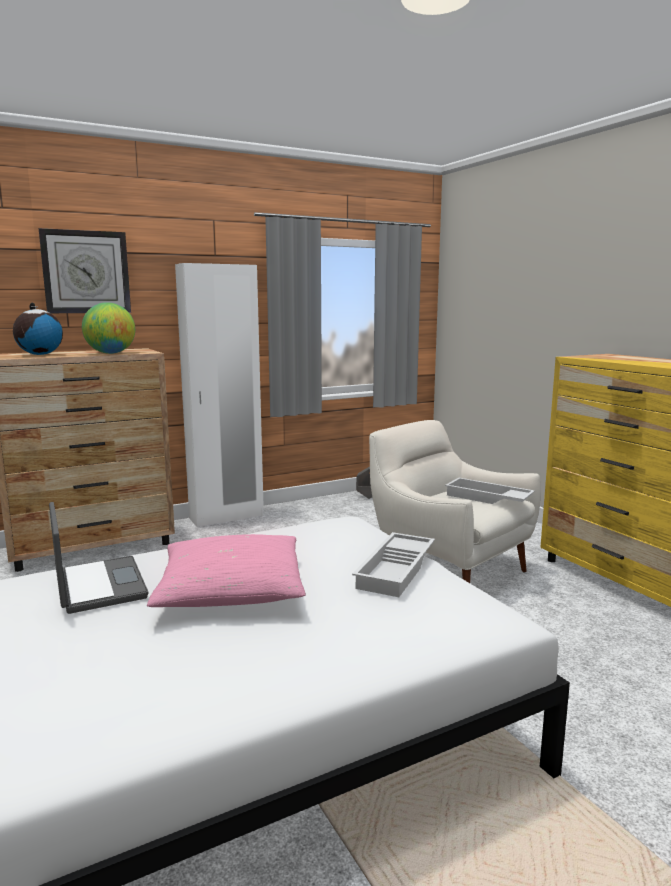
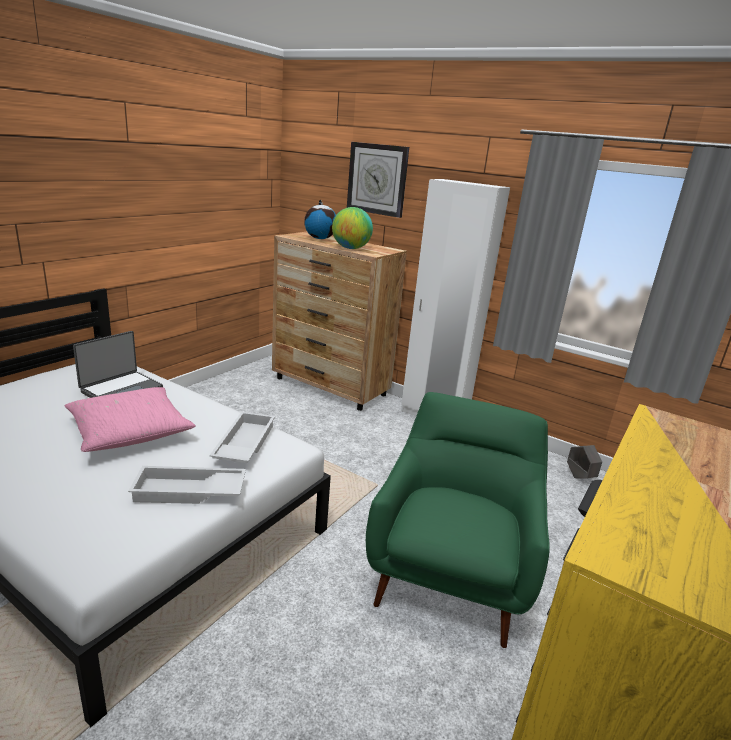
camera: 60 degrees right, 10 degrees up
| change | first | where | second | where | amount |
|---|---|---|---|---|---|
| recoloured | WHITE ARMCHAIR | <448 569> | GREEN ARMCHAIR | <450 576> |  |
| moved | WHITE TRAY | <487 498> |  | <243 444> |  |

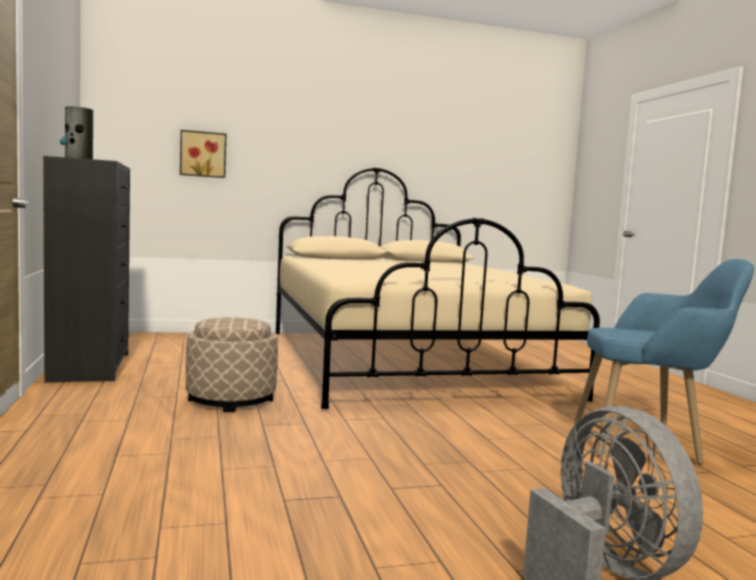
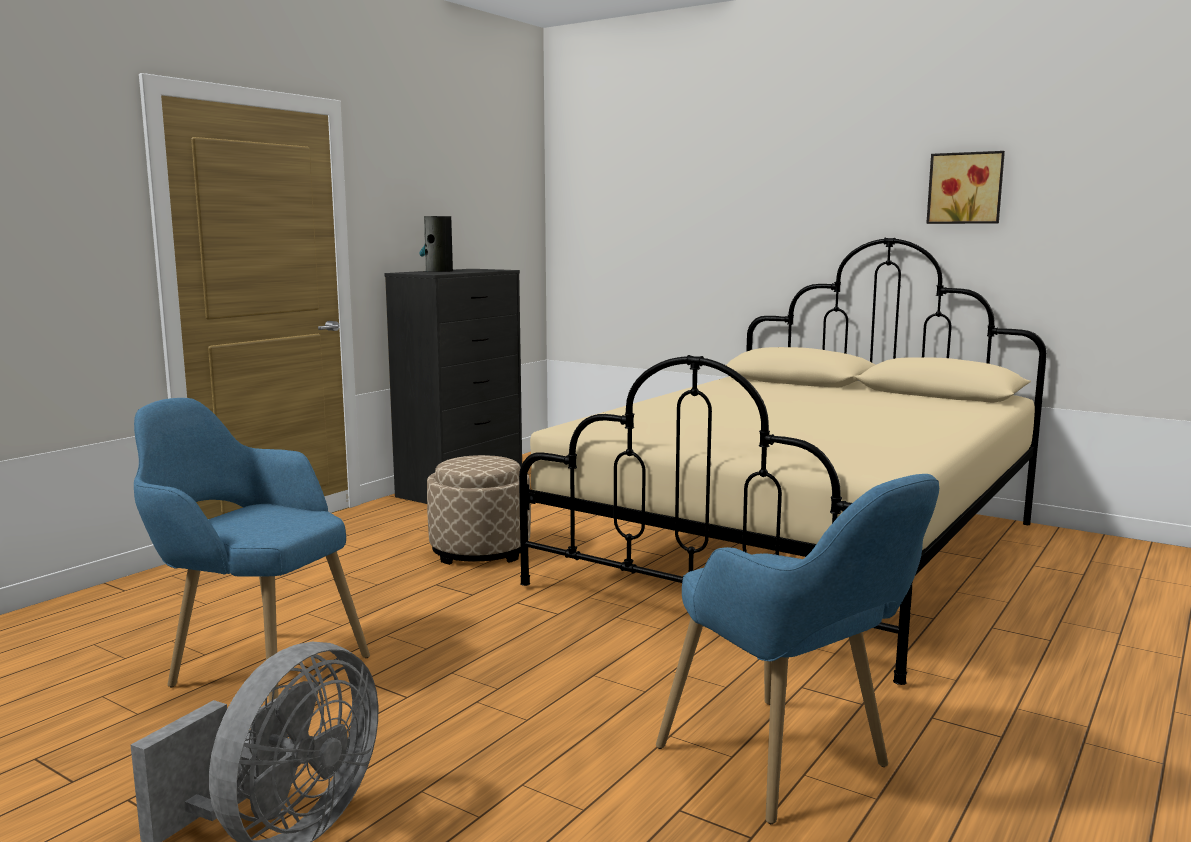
camera: 50 degrees right, 5 degrees up
| change | first | where | second | where | amount |
|---|---|---|---|---|---|
| moved | PICTURE | <203 154> |  | <965 188> |  |
| added |  |  | BLUE ARMCHAIR | <253 666> |  |

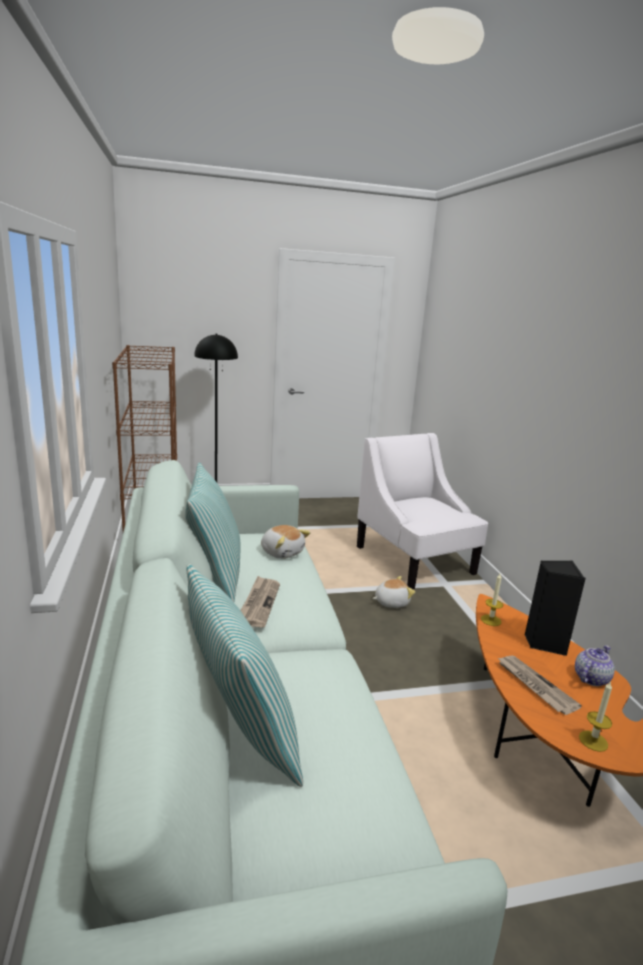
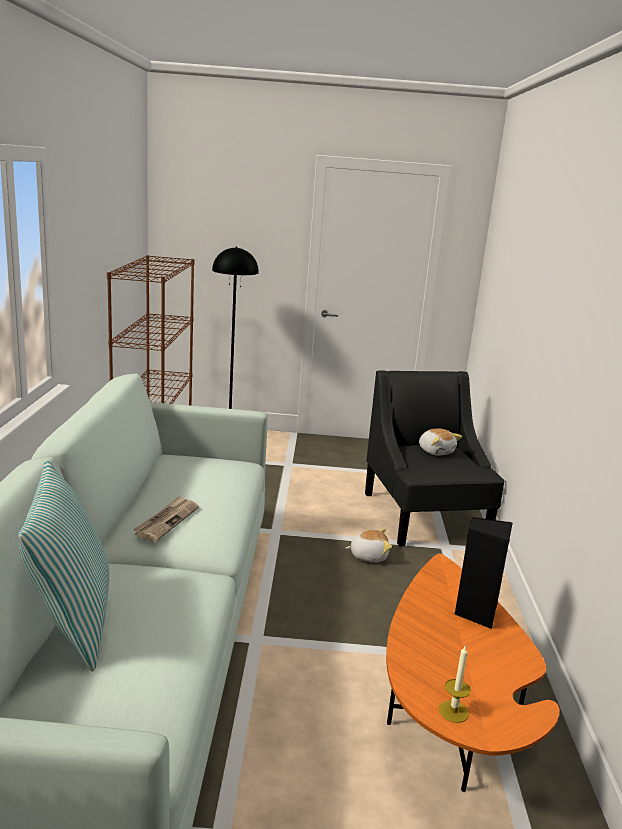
camera: 15 degrees right, 0 degrees up
| change | first | where | second | where | amount |
|---|---|---|---|---|---|
| recoloured | WHITE ARMCHAIR | <414 560> | BLACK ARMCHAIR | <424 516> |  |
| removed | PILLOW | <214 575> |  |  |  |
| moved | PLUSH TOY | <282 552> |  | <436 451> |  |
| removed | CANDLE | <491 620> |  |  |  |
| removed | TEAPOT | <590 678> |  |  |  |
| removed | NEWSPAPER | <534 685> |  |  |  |

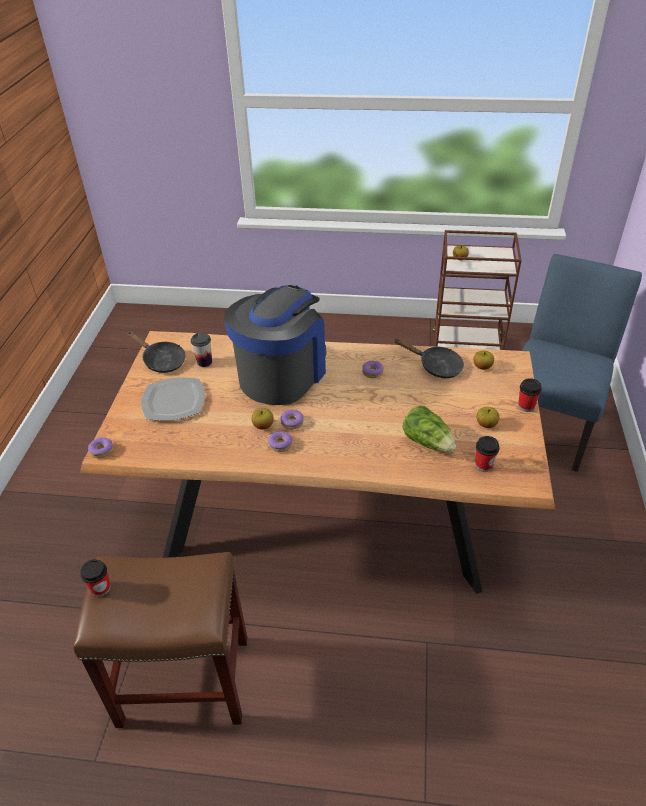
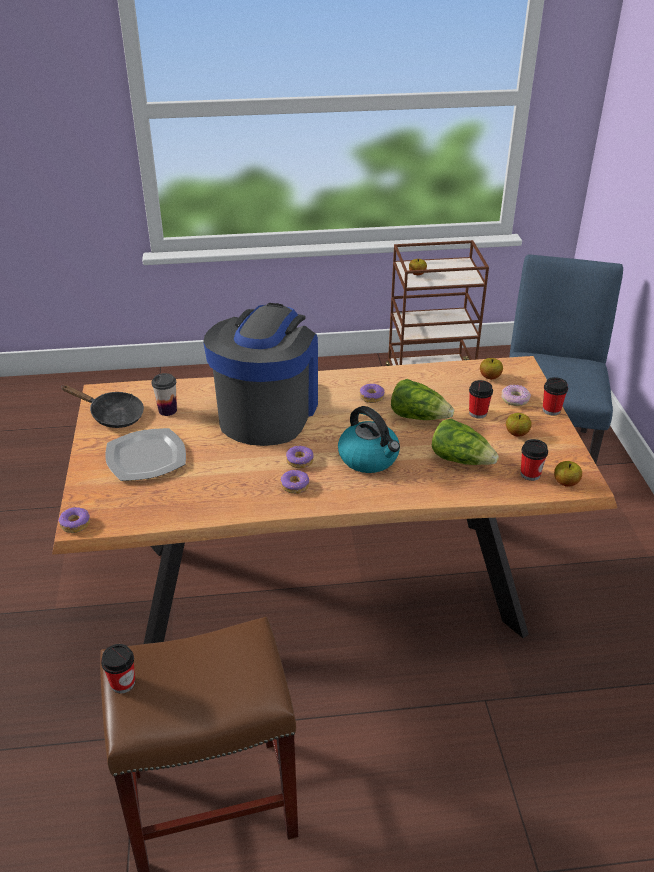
camera: 15 degrees left, 5 degrees down
| change | first | where | second | where | amount |
|---|---|---|---|---|---|
| removed | BLACK FRYING PAN | <436 366> |  |  |  |
| moved | APPLE | <263 426> |  | <566 483> |  |
| added |  |  | LETTUCE | <419 416> |  |
| added |  |  | CUP | <478 413> |  |
| added |  |  | DONUT | <515 399> |  |
| added |  |  | KETTLE | <369 458> |  |

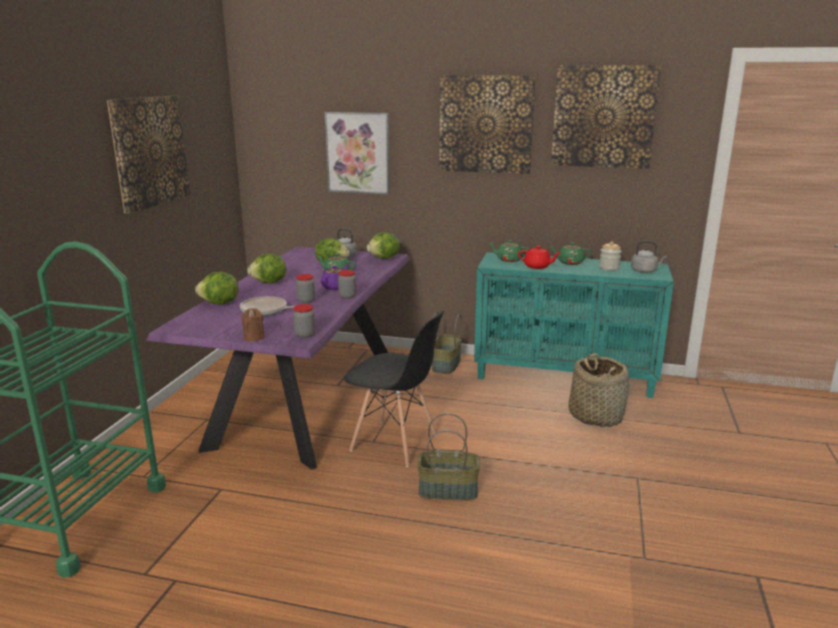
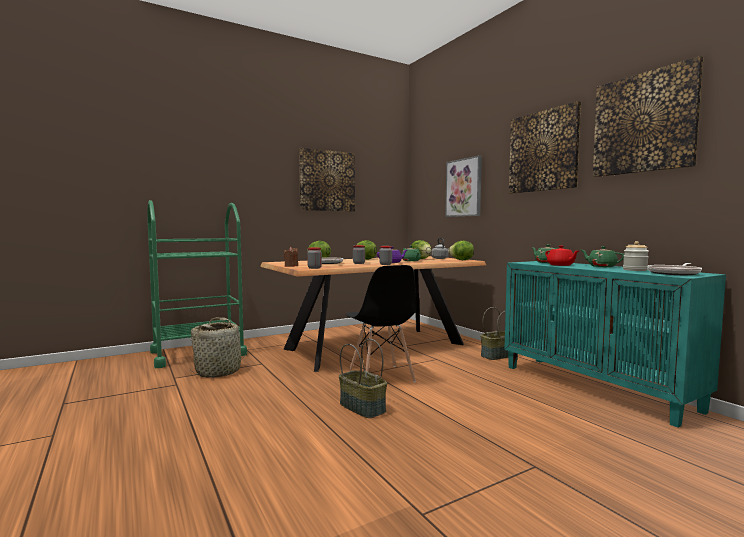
camera: 45 degrees right, 15 degrees down
| change | first | where | second | where | amount |
|---|---|---|---|---|---|
| replaced | GREY KETTLE | <645 271> | FRYING PAN | <674 273> |  |
| recoloured | PURPLE DINING TABLE | <307 399> | BROWN DINING TABLE | <375 346> |  |
| moved | BASKET | <595 415> |  | <218 371> |  |

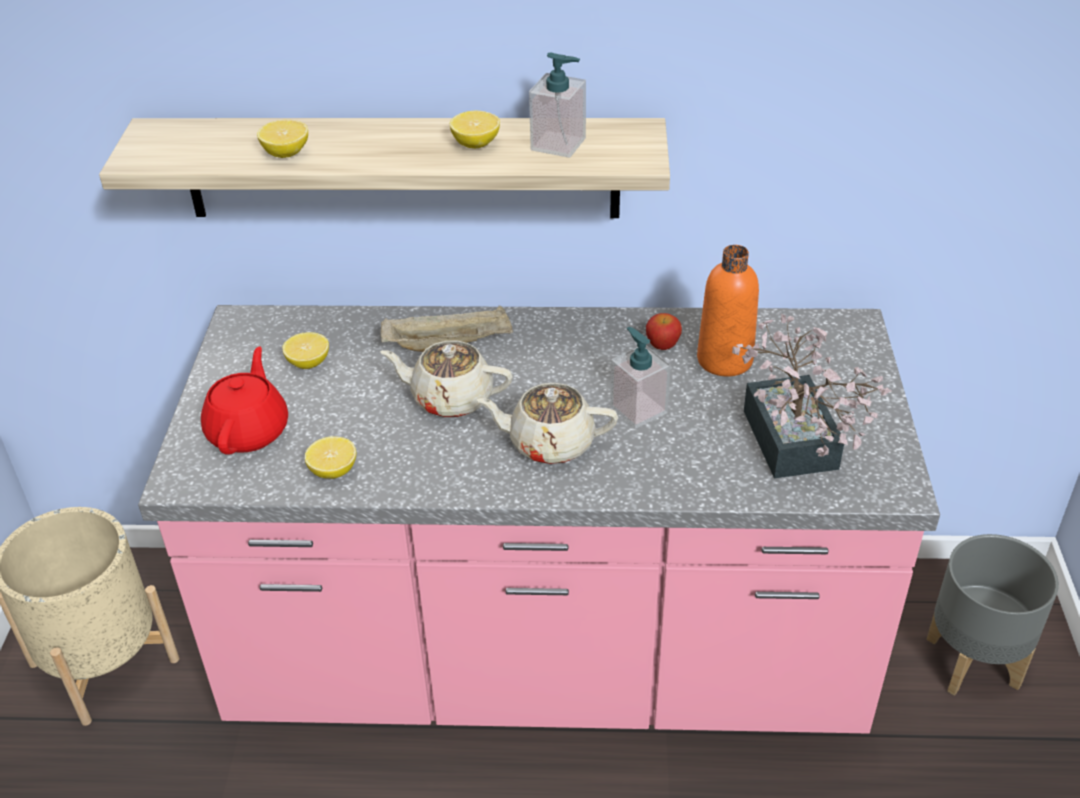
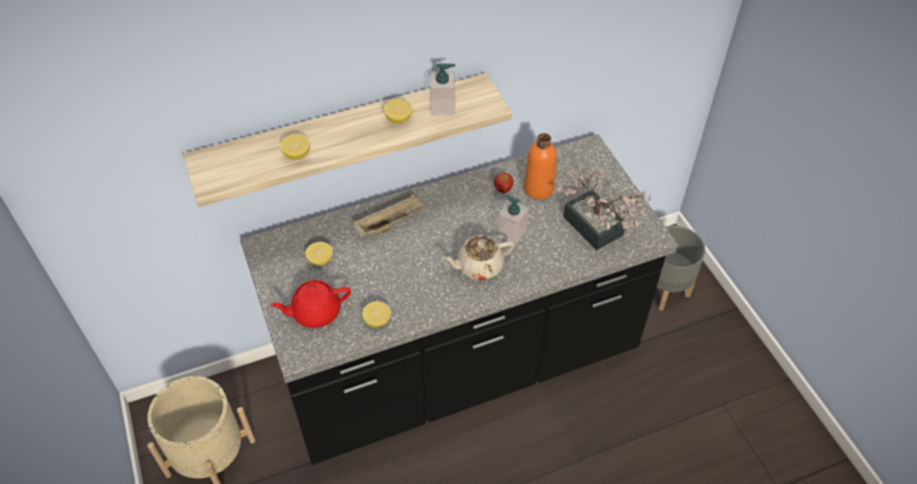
camera: 25 degrees left, 10 degrees up
| change | first | where | second | where | amount |
|---|---|---|---|---|---|
| recoloured | PINK COUNTER | <546 657> | BLACK COUNTER | <458 363> |  |
| removed | BEIGE TEAPOT | <450 398> |  |  |  |
| turned | RED TEAPOT | <249 431> |  | <315 312> | 90 degrees counterclockwise |

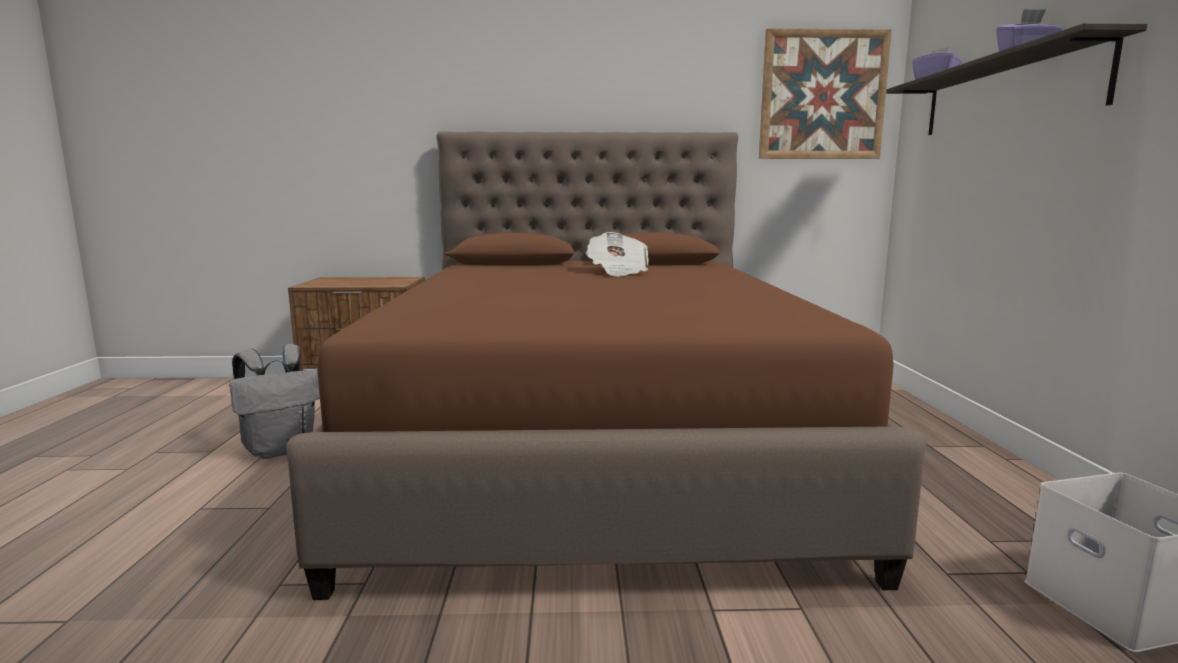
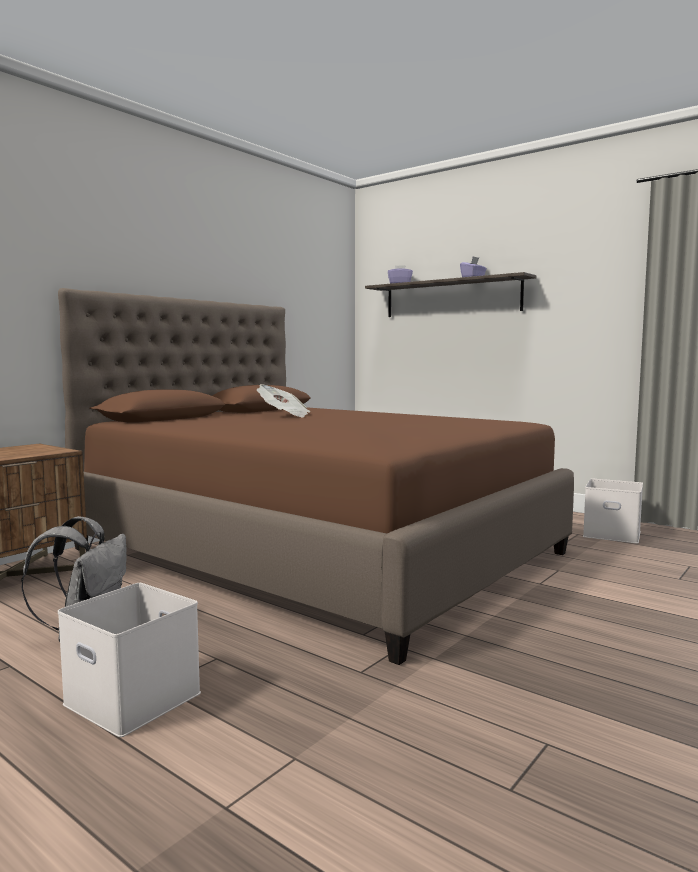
camera: 50 degrees left, 5 degrees down
| change | first | where | second | where | amount |
|---|---|---|---|---|---|
| removed | PICTURE | <822 95> |  |  |  |
| added |  |  | WHITE STORAGE BOX | <129 699> |  |

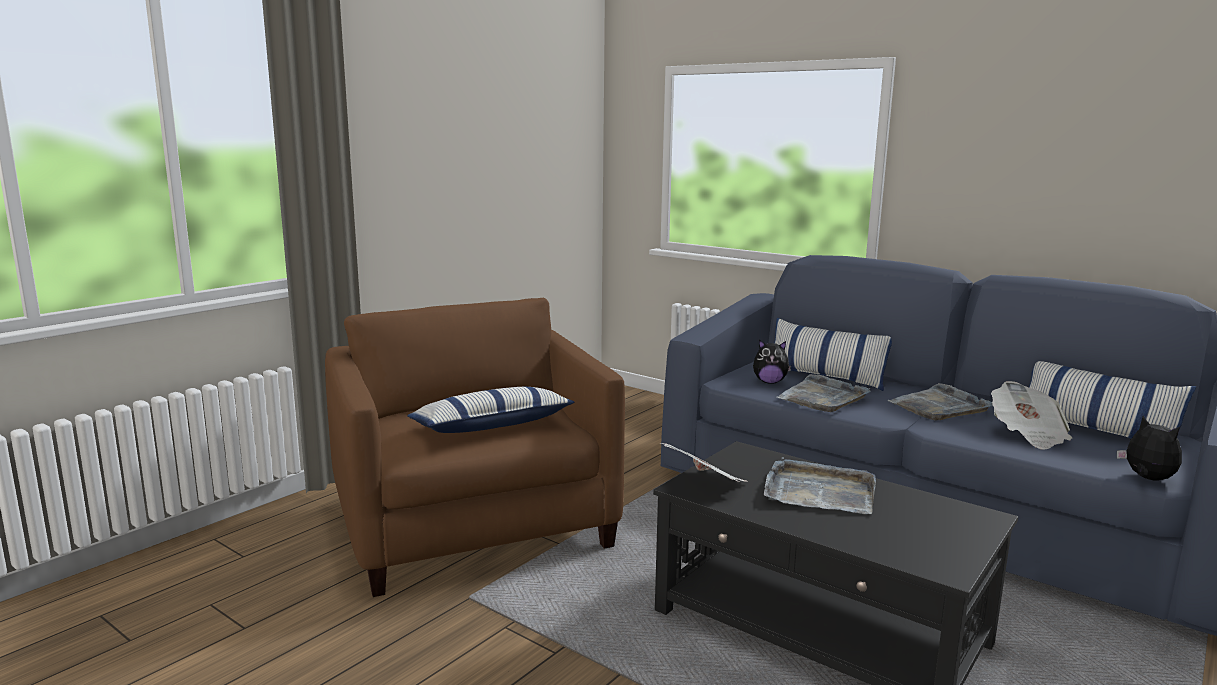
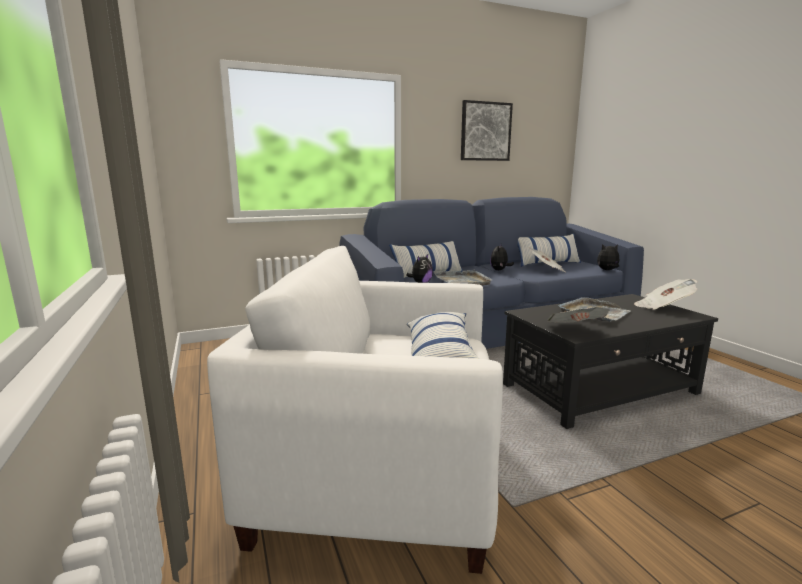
camera: 60 degrees left, 0 degrees up
| change | first | where | second | where | amount |
|---|---|---|---|---|---|
| recoloured | BROWN ARMCHAIR | <474 525> | WHITE ARMCHAIR | <381 471> |  |
| replaced | GREY TRAY | <939 406> | PLUSH TOY | <499 270> |  |
| added |  |  | PICTURE | <485 131> |  |
| added |  |  | NEWSPAPER | <663 307> |  |

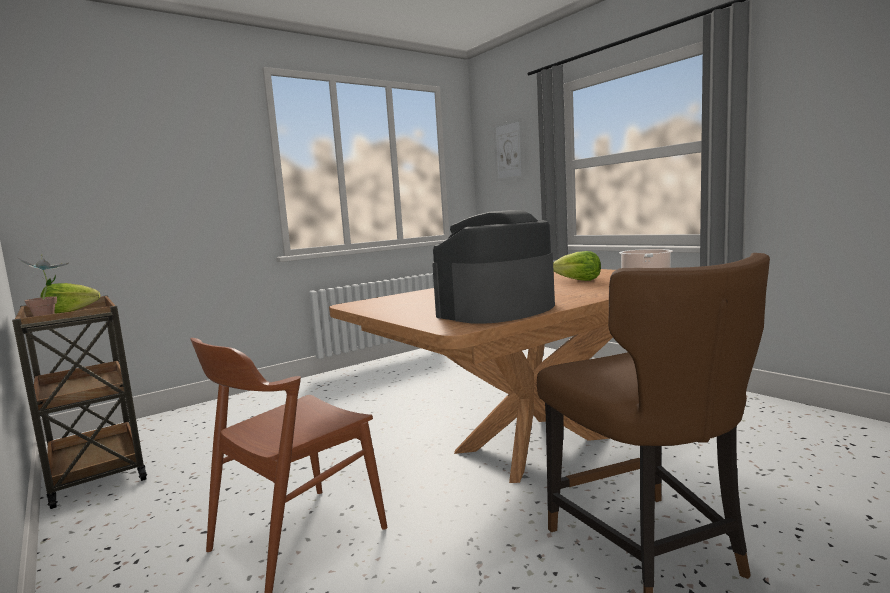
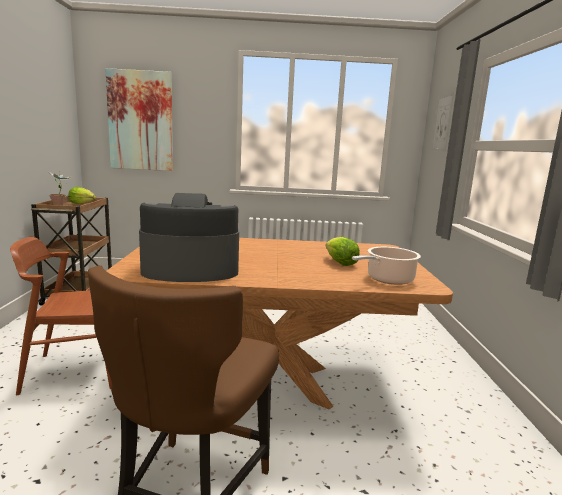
camera: 35 degrees right, 5 degrees up
| change | first | where | second | where | amount |
|---|---|---|---|---|---|
| added |  |  | PICTURE | <140 121> |  |

